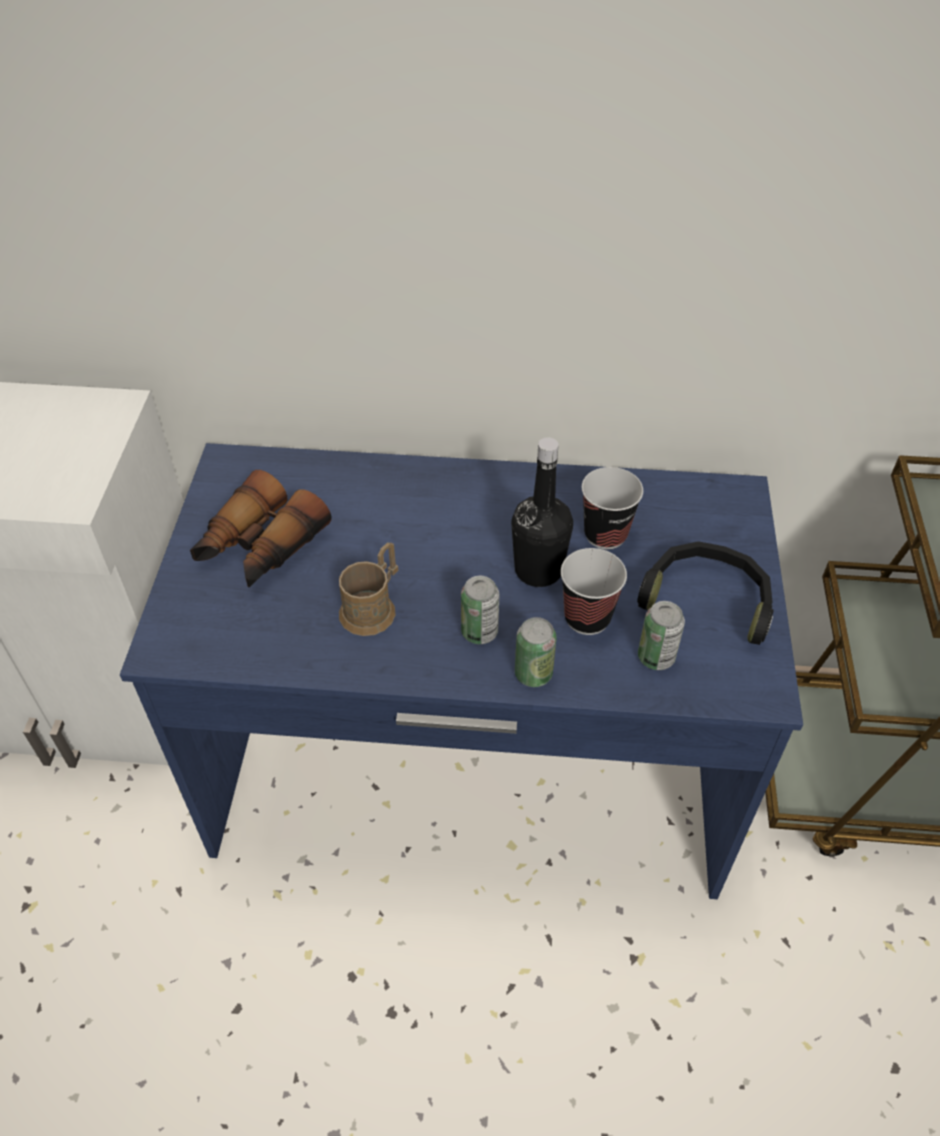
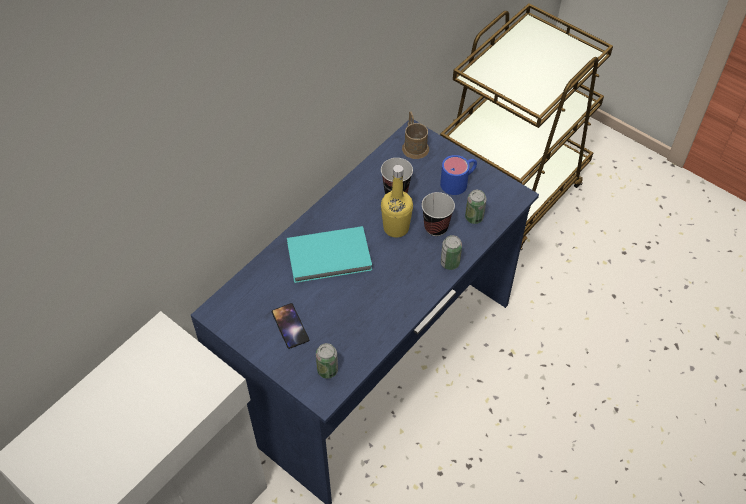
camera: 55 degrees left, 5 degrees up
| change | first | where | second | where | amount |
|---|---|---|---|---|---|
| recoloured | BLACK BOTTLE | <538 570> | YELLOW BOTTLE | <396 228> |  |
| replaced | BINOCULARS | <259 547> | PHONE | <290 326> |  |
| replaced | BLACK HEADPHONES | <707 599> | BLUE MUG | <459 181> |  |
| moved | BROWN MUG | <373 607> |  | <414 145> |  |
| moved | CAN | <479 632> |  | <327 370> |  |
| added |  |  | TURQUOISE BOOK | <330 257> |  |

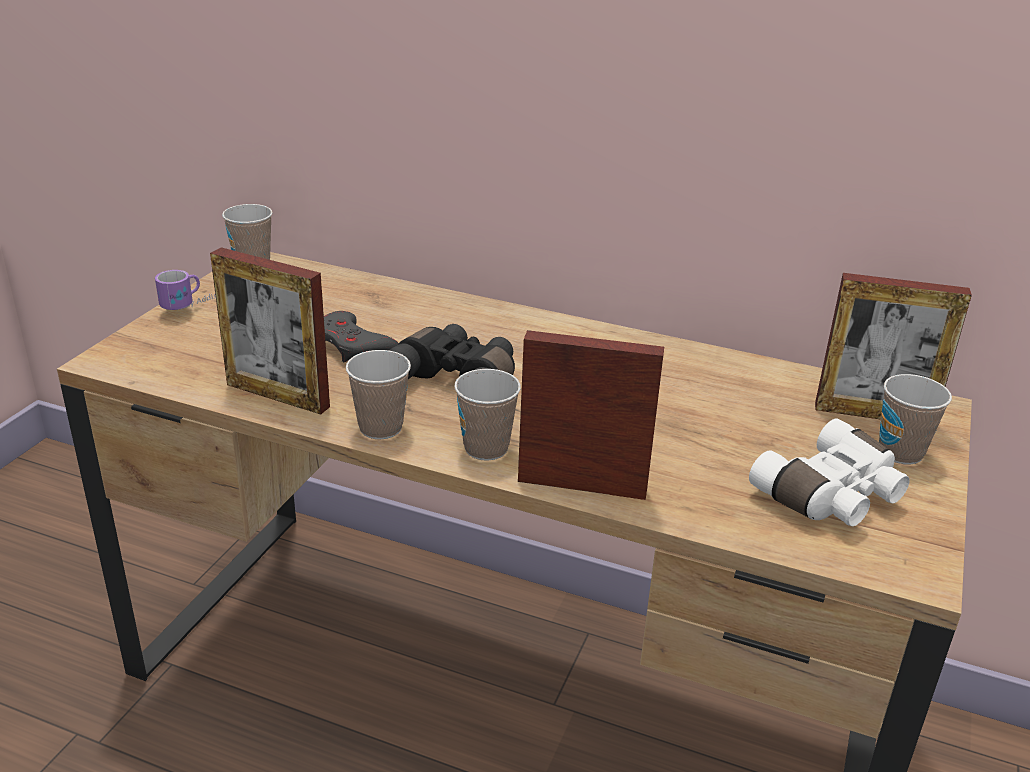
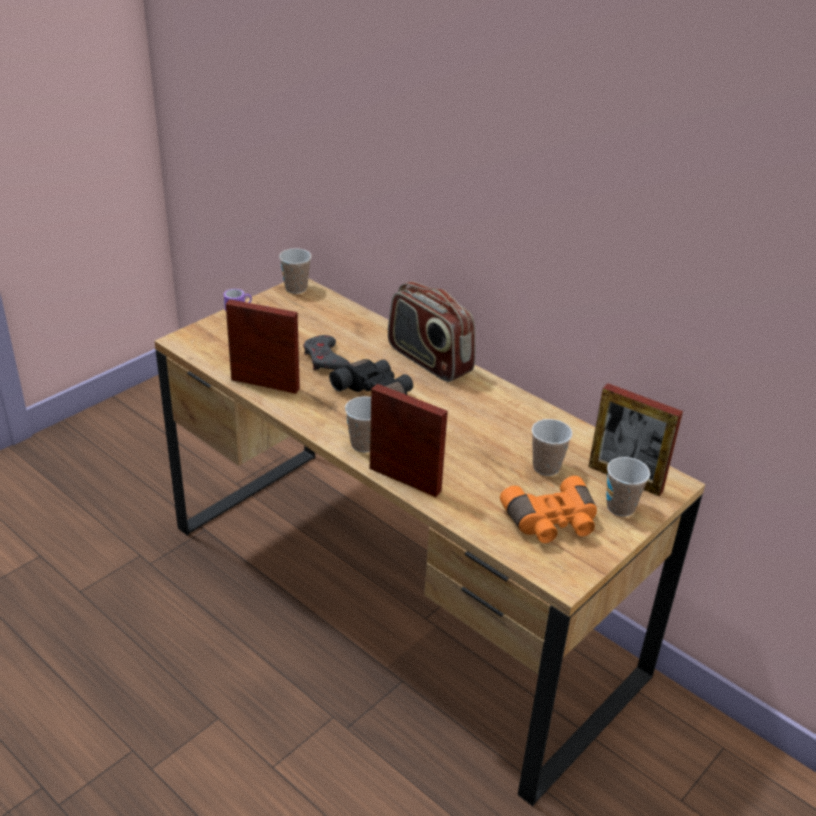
camera: 20 degrees right, 5 degrees up
| change | first | where | second | where | amount |
|---|---|---|---|---|---|
| turned | PICTURE FRAME | <277 395> |  | <265 384> | 150 degrees clockwise |
| moved | CUP | <380 428> |  | <546 467> |  |
| recoloured | WHITE BINOCULARS | <832 496> | ORANGE BINOCULARS | <552 523> |  |
| added |  |  | RADIO | <429 360> |  |

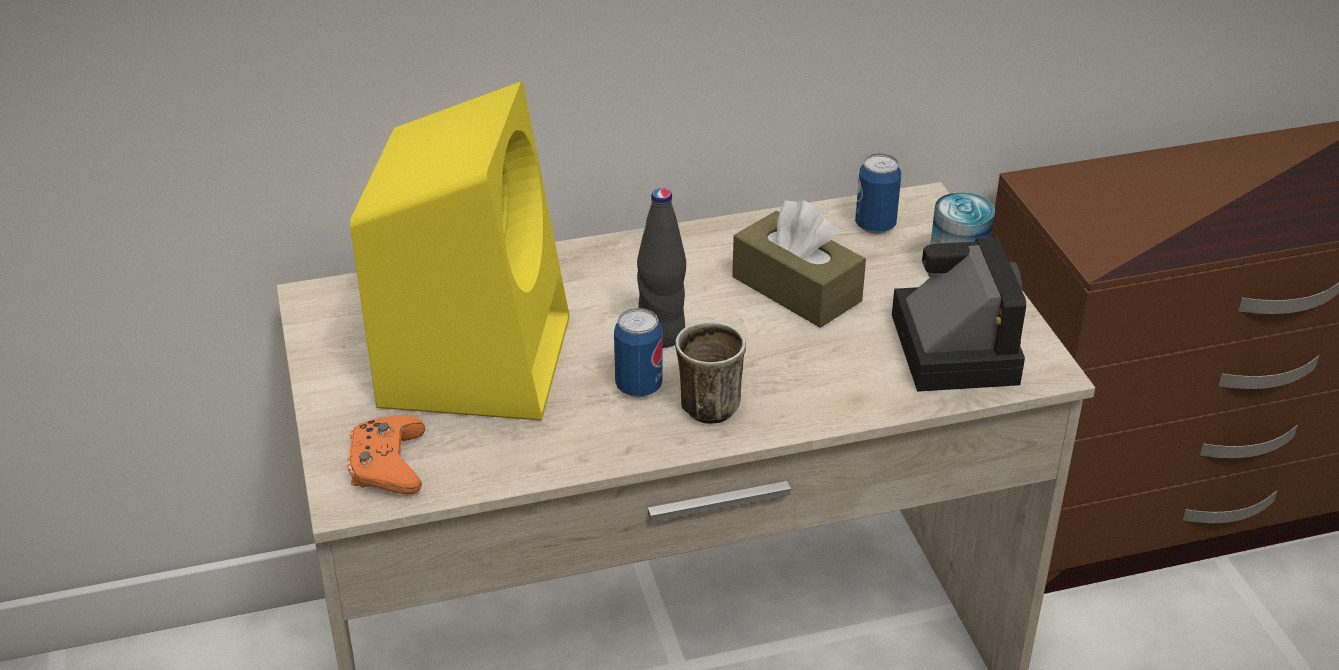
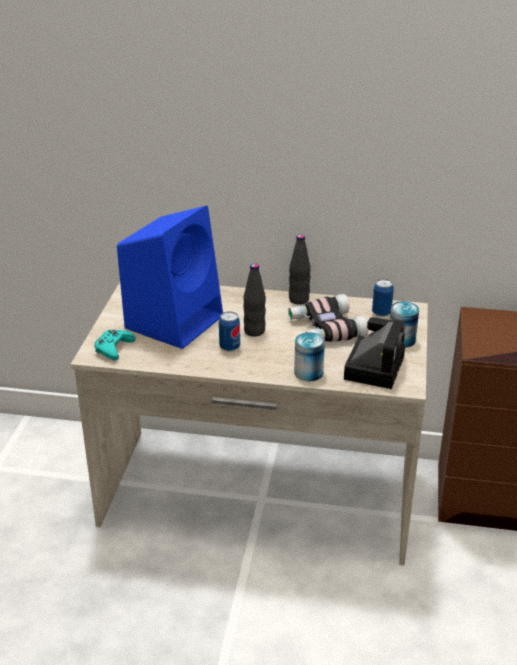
camera: 25 degrees right, 5 degrees down
| change | first | where | second | where | amount |
|---|---|---|---|---|---|
| recoloured | YELLOW SPEAKER | <475 357> | BLUE SPEAKER | <175 320> |  |
| replaced | BROWN TISSUE BOX | <796 289> | BINOCULARS | <325 328> |  |
| removed | MUG | <707 401> |  |  |  |
| recoloured | ORANGE GAME CONTROLLER | <387 465> | TURQUOISE GAME CONTROLLER | <113 348> |  |
| added |  |  | BLACK BOTTLE | <299 300> |  |
| added |  |  | CAN | <308 372> |  |

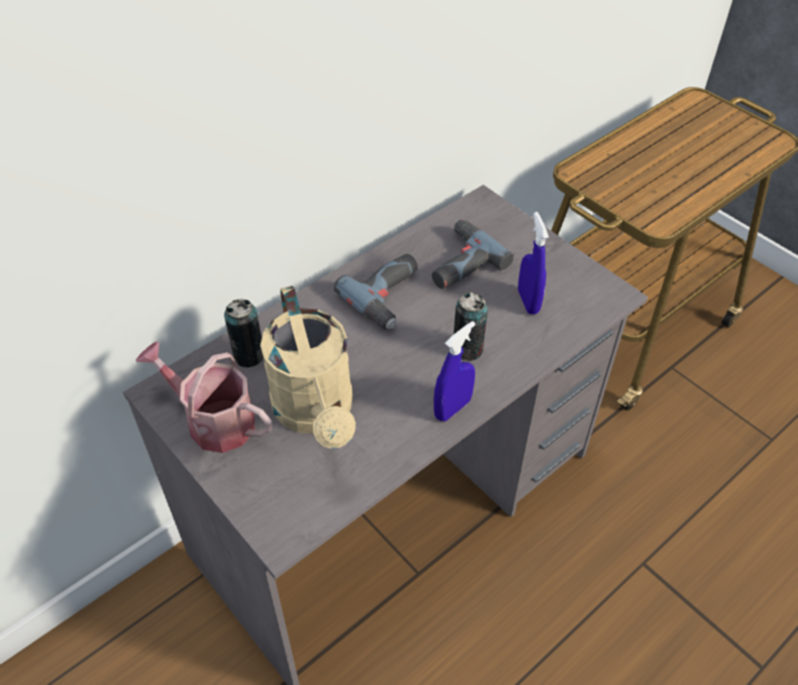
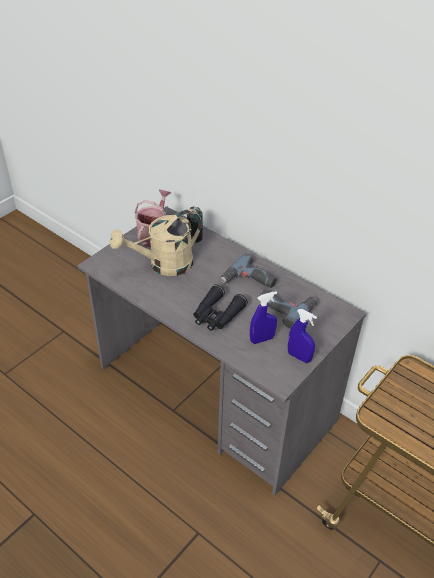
camera: 80 degrees right, 5 degrees down
| change | first | where | second | where | amount |
|---|---|---|---|---|---|
| replaced | CAN | <467 349> | BLACK BINOCULARS | <217 315> |  |
| moved | BLUE SPRAY BOTTLE | <452 408> |  | <299 357> |  |

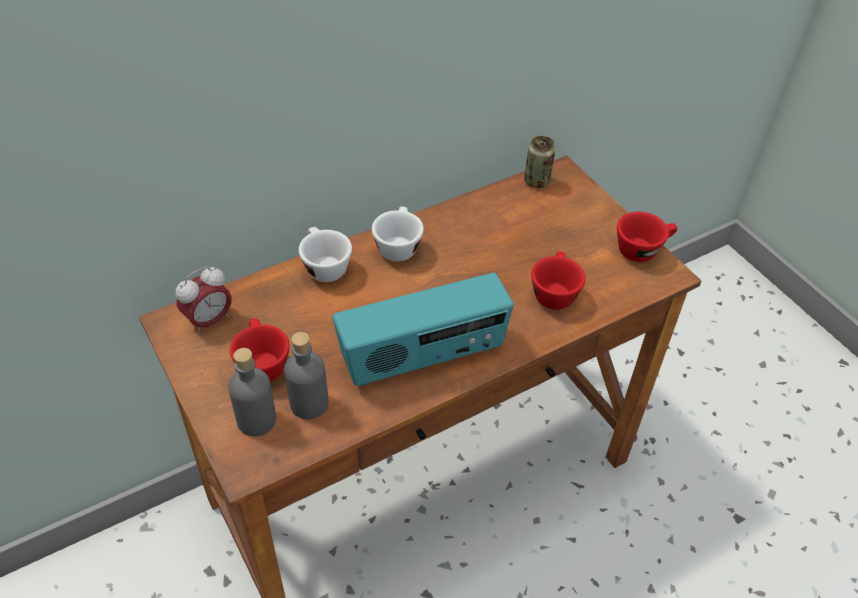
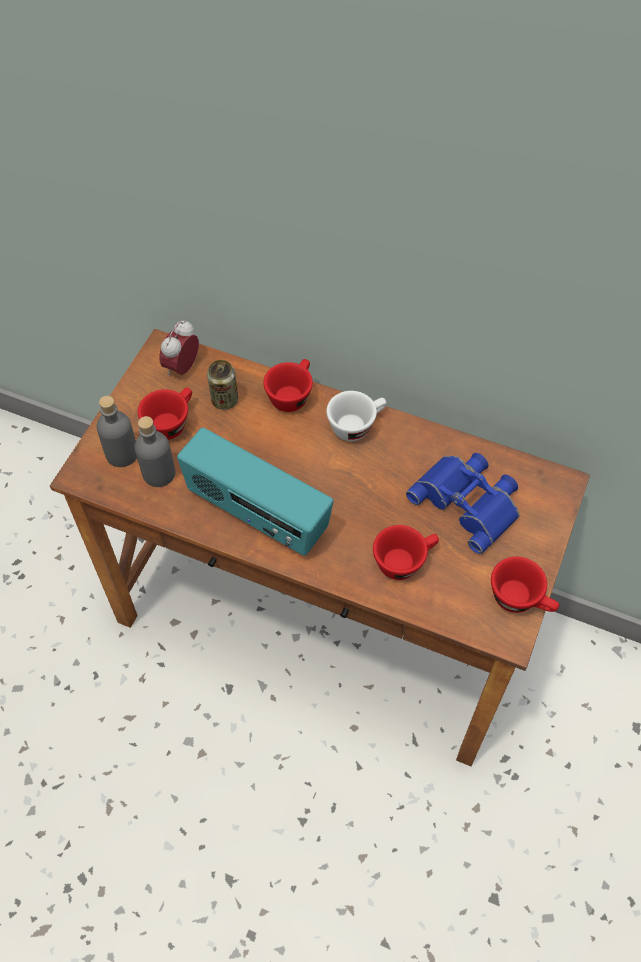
camera: 55 degrees right, 10 degrees up
| change | first | where | second | where | amount |
|---|---|---|---|---|---|
| moved | CAN | <536 181> |  | <224 400> |  |
| recoloured | WHITE CUP | <323 266> | RED CUP | <291 394> |  |
| turned | ALARM CLOCK | <209 321> |  | <182 367> | 105 degrees clockwise |
| added |  |  | BLUE BINOCULARS | <469 501> |  |

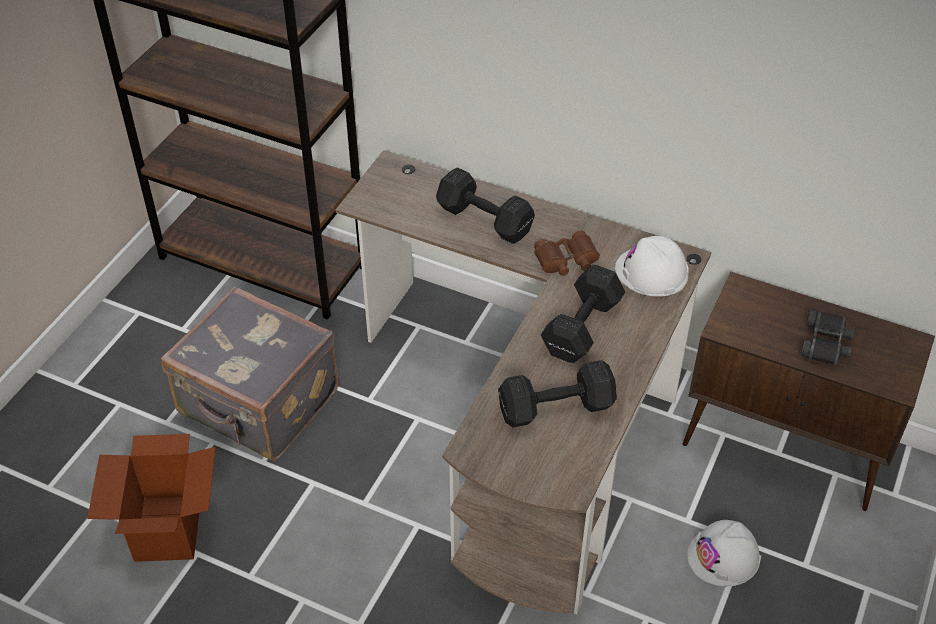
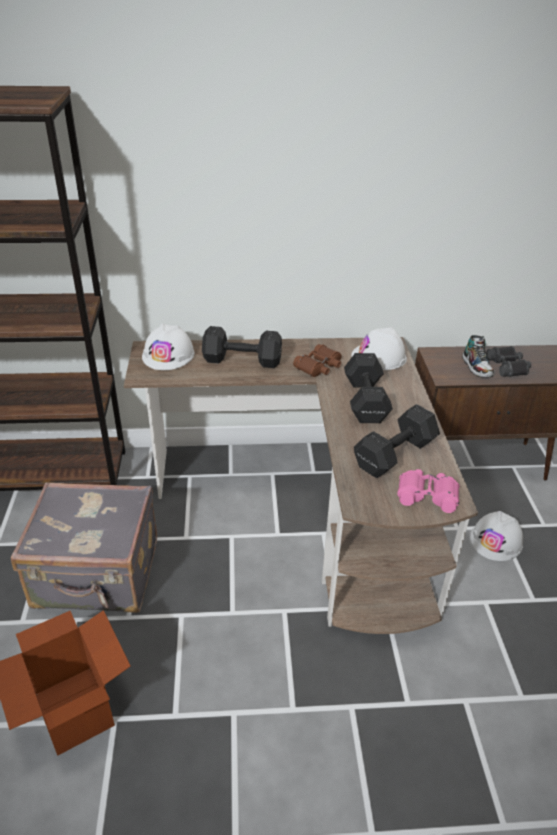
camera: 30 degrees left, 10 degrees down
| change | first | where | second | where | amount |
|---|---|---|---|---|---|
| added |  |  | WHITE HARD HAT | <168 355> |  |
| added |  |  | SHOE | <477 367> |  |
| added |  |  | PINK BINOCULARS | <427 495> |  |

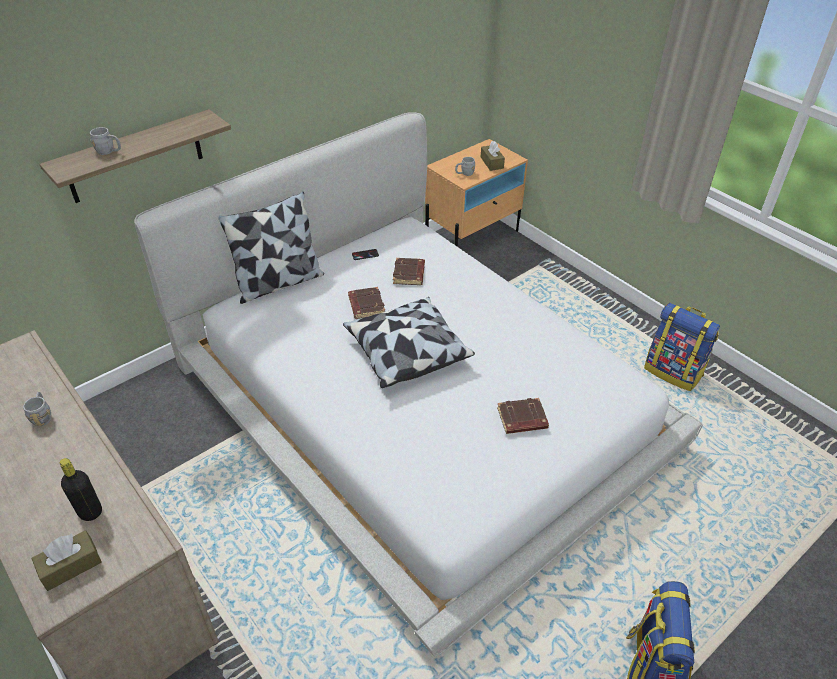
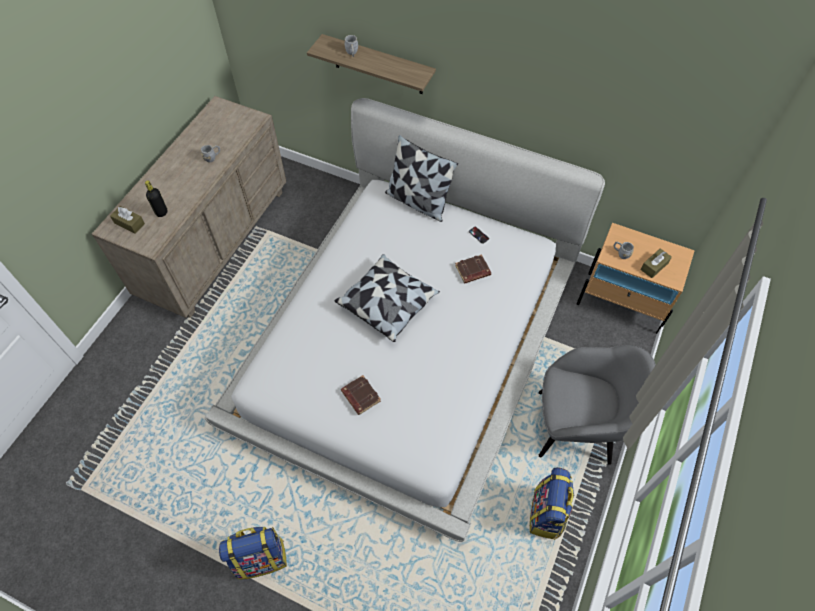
camera: 65 degrees right, 15 degrees up
| change | first | where | second | where | amount |
|---|---|---|---|---|---|
| removed | BROWN BOOK | <366 305> |  |  |  |
| added |  |  | GREY ARMCHAIR | <576 427> |  |

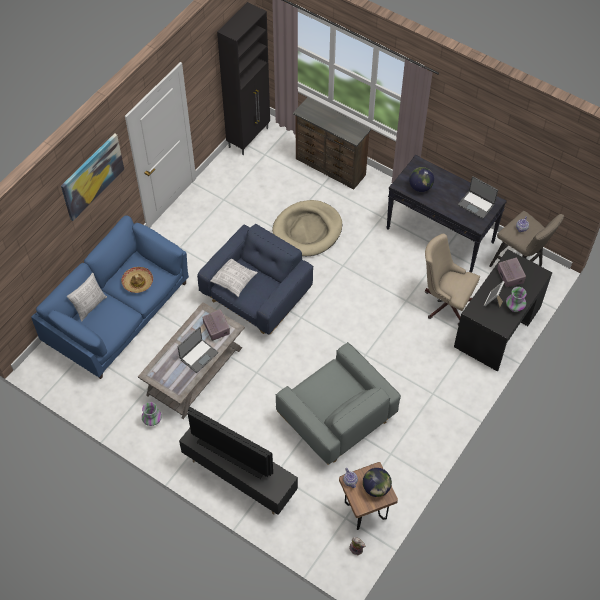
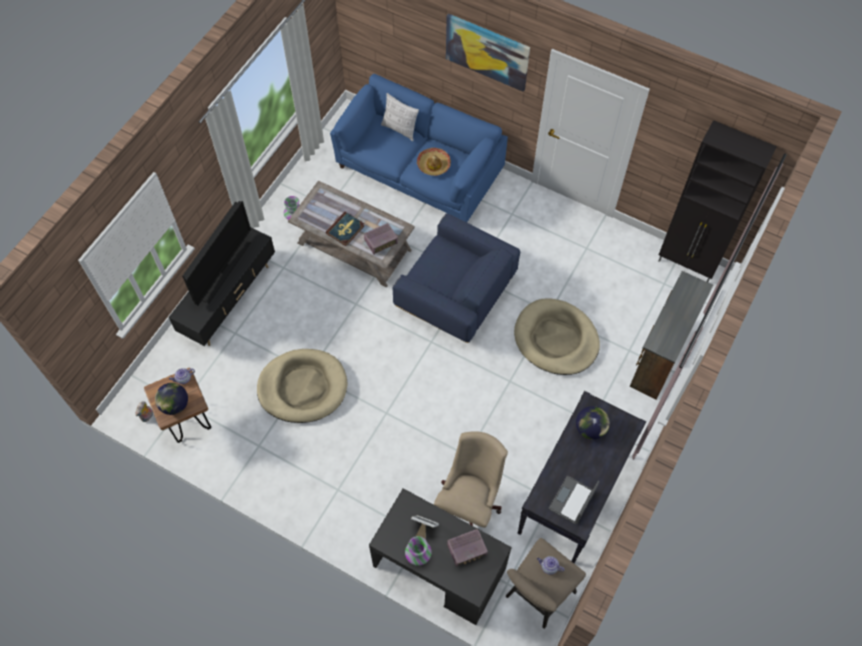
camera: 85 degrees right, 5 degrees up
| change | first | where | second | where | amount |
|---|---|---|---|---|---|
| removed | PILLOW | <233 280> |  |  |  |
| replaced | LAPTOP | <198 355> | BOOK | <345 230> |  |
| replaced | GREY ARMCHAIR | <337 417> | BEIGE DOG BED | <303 387> |  |

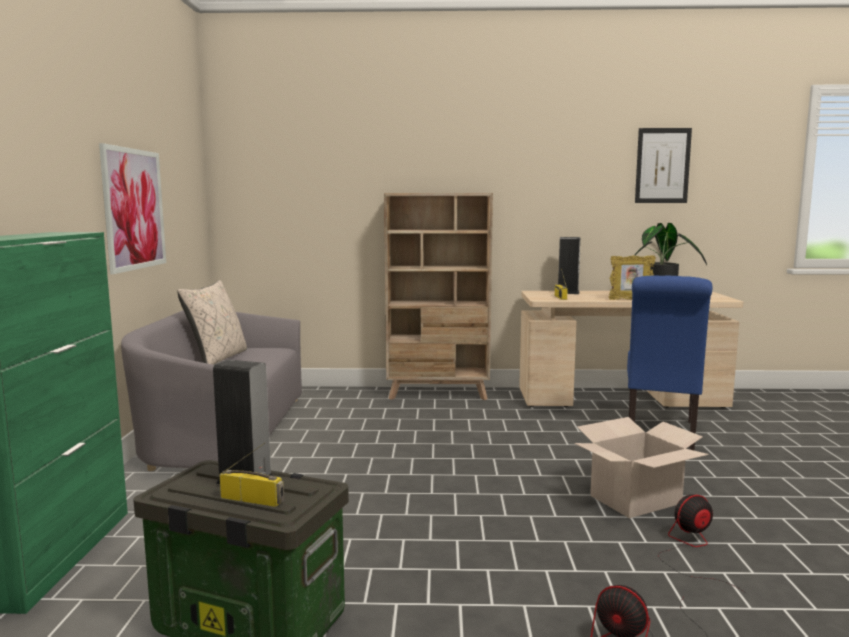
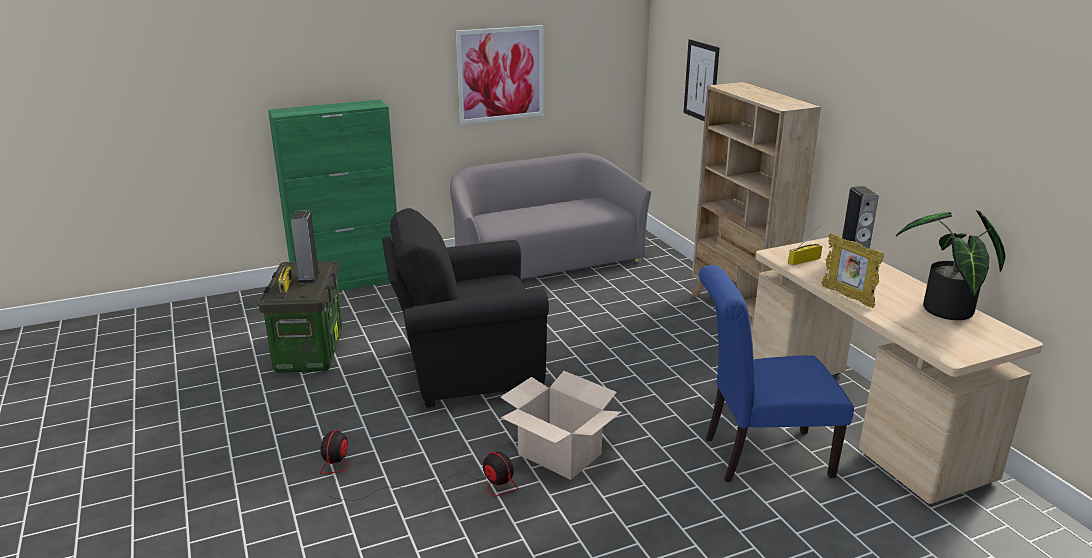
camera: 65 degrees right, 15 degrees up
| change | first | where | second | where | amount |
|---|---|---|---|---|---|
| moved | PICTURE | <662 165> |  | <701 81> |  |
| removed | BEIGE PILLOW | <218 358> |  |  |  |
| added |  |  | BLACK ARMCHAIR | <465 368> |  |

